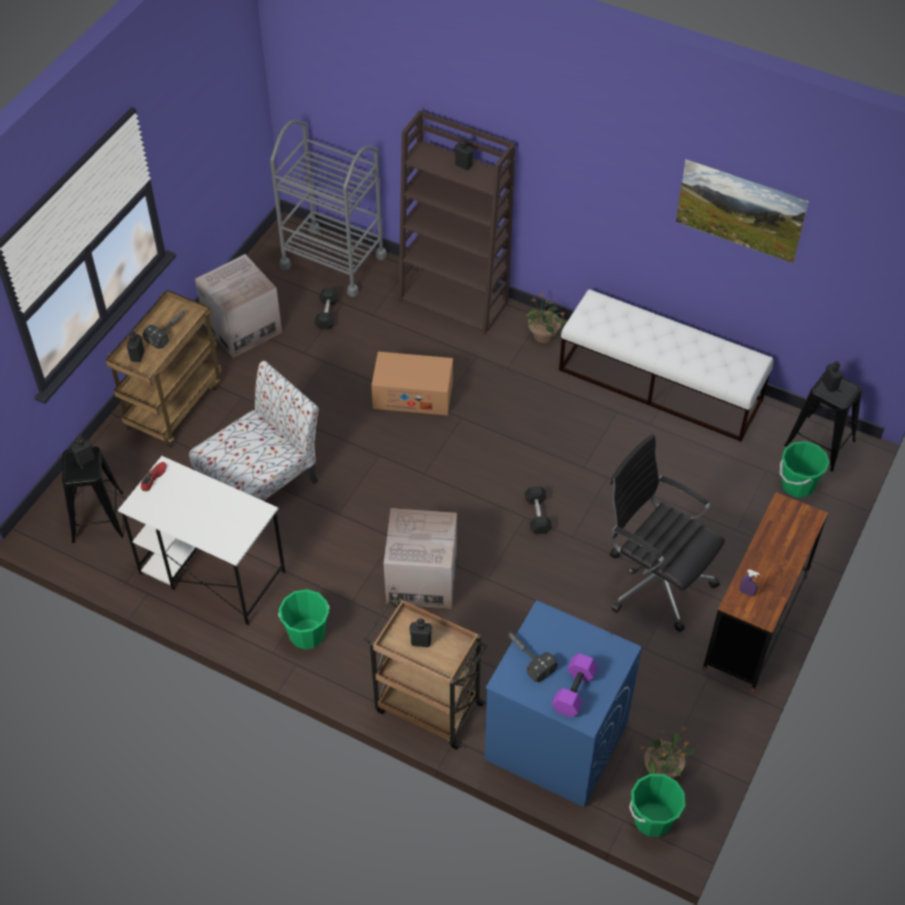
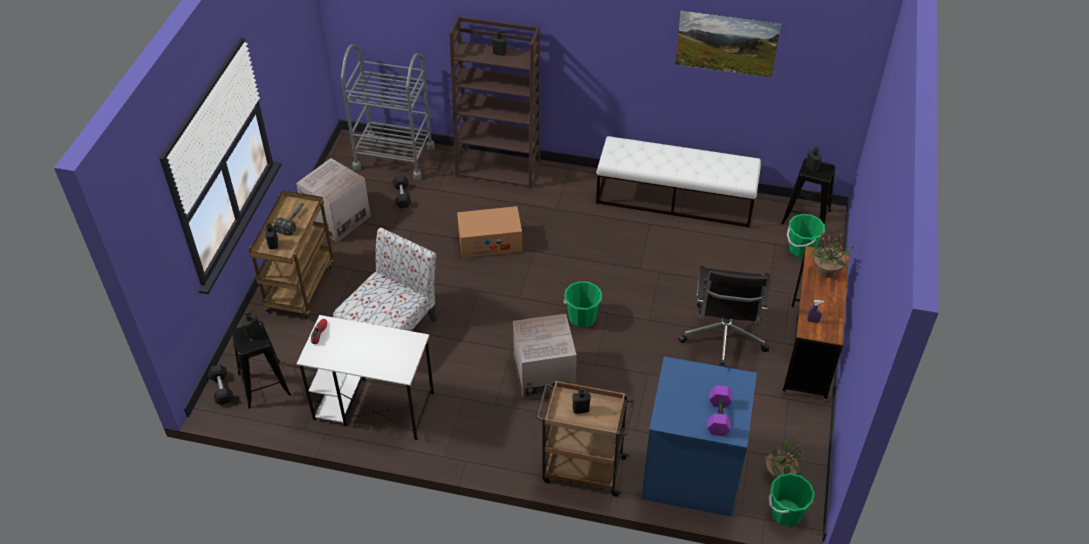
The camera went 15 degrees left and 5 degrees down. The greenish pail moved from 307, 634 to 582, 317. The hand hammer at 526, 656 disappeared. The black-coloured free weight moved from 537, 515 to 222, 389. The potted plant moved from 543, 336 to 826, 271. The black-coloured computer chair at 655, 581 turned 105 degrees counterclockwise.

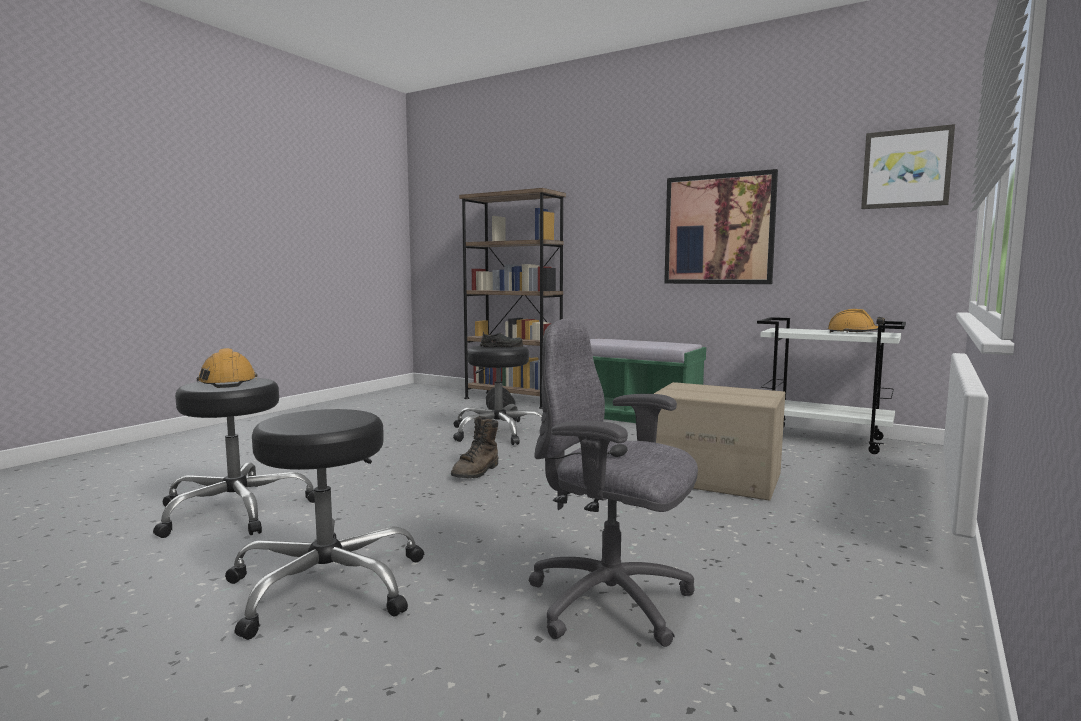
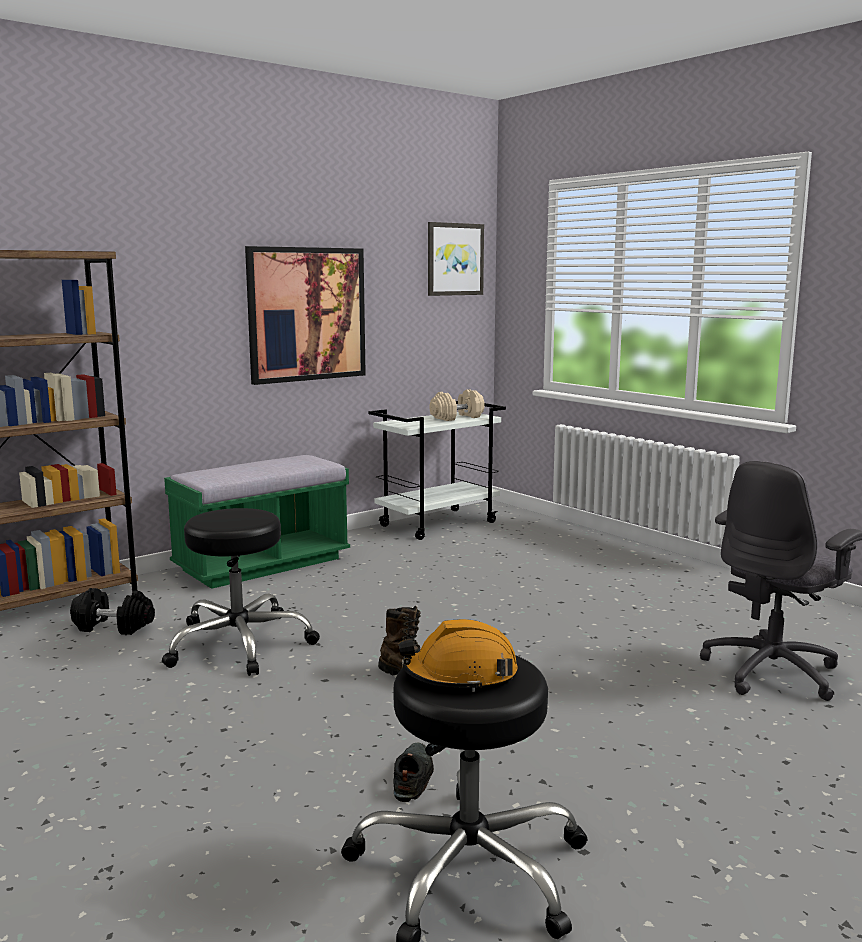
The camera went 70 degrees left and 5 degrees up. The black-coloured stool at 327, 585 disappeared. The black-coloured item of footwear moved from 502, 346 to 412, 777. The cardboard box at 715, 478 disappeared. The orangey hard hat at 854, 333 was replaced by the sand-coloured free weight at 457, 417.

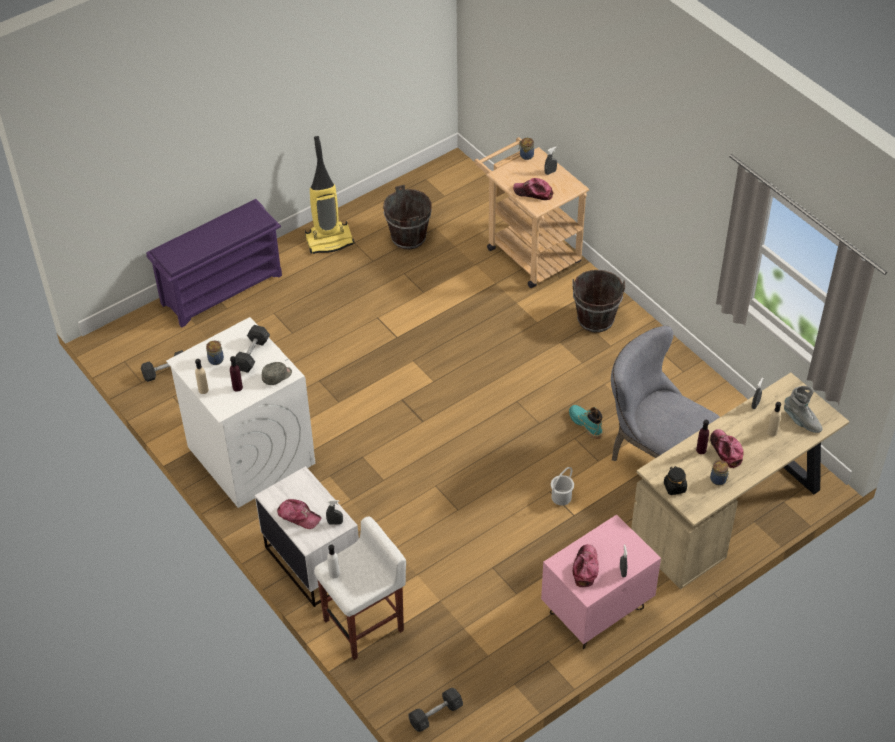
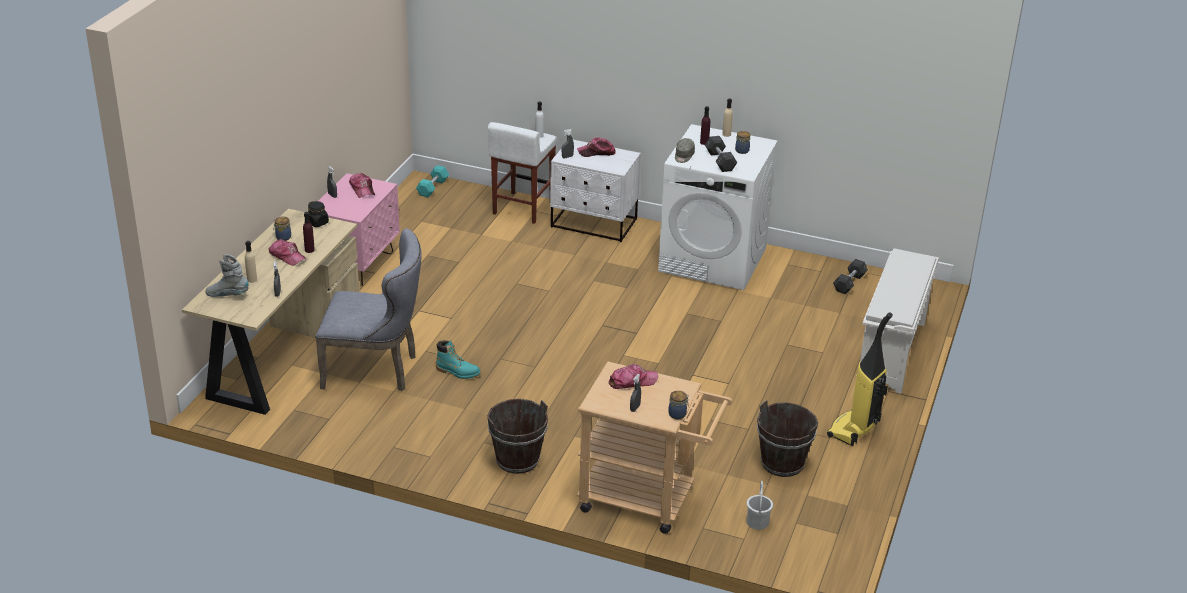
The camera went 145 degrees right and 15 degrees down. The purple shoe shelf at 222, 288 became the white shoe shelf at 892, 353. The greyish free weight at 436, 714 became the turquoise-coloured free weight at 432, 188. The white pail moved from 561, 497 to 757, 522.

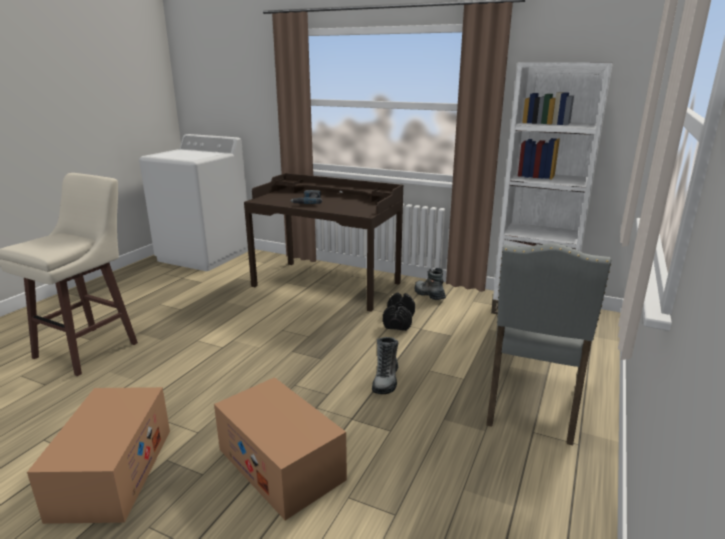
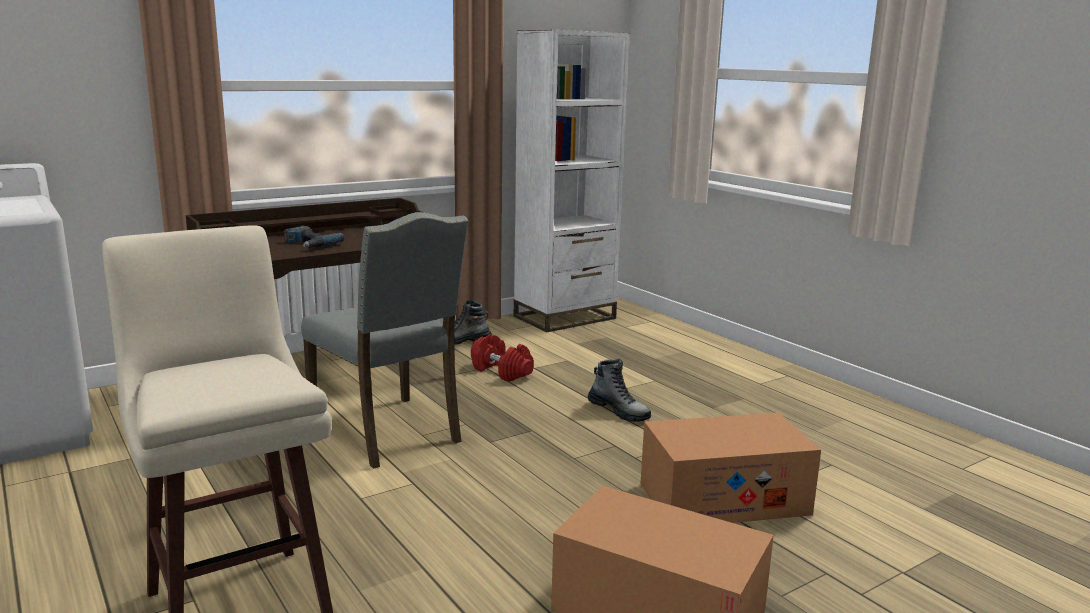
The camera went 60 degrees left and 5 degrees down. The black-coloured free weight at 399, 321 became the reddish free weight at 502, 372. The greyish upright chair moved from 532, 406 to 389, 433.

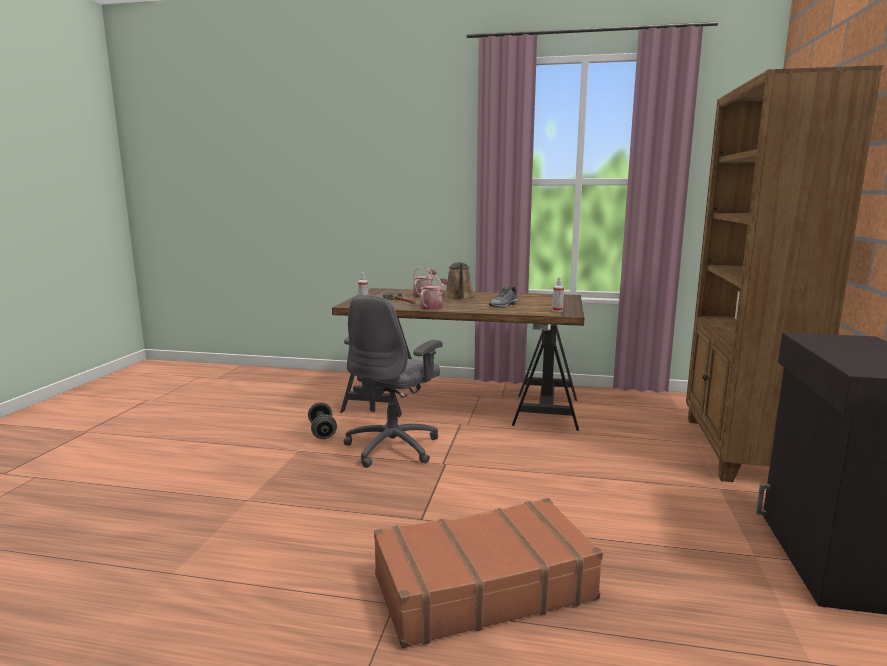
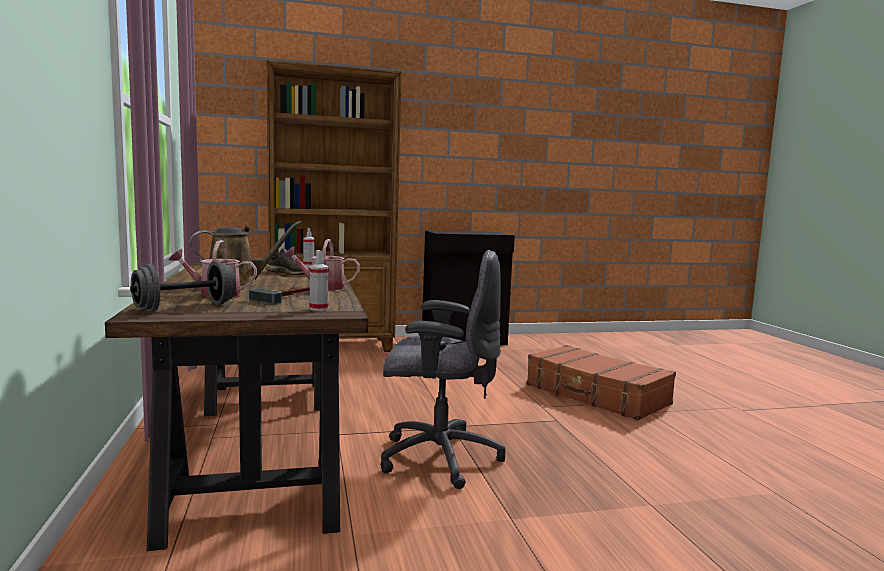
The camera went 115 degrees left and 5 degrees down. The greyish free weight moved from 322, 431 to 185, 307.

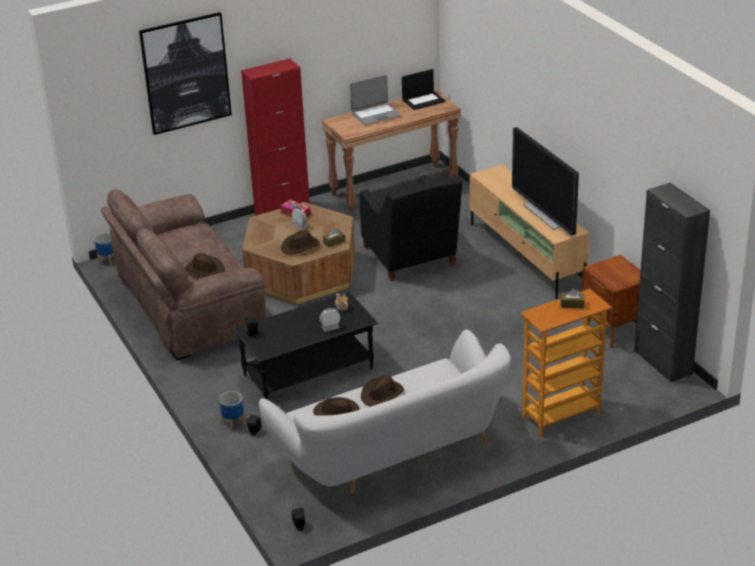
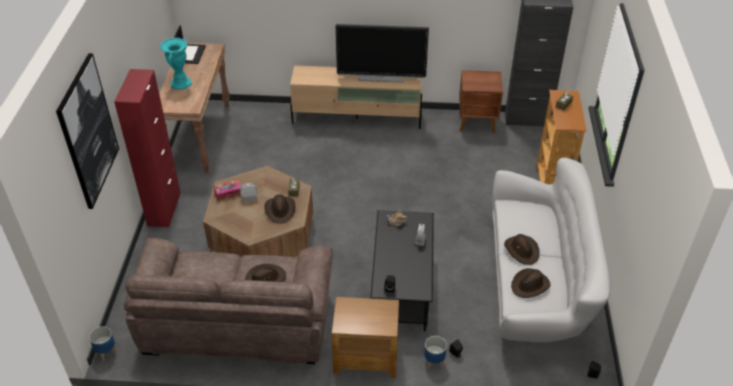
The camera went 60 degrees left and 10 degrees up. The portable computer at 376, 114 was replaced by the turquoise-coloured decorative vase at 181, 83. The black-coloured armchair at 411, 257 disappeared. The brownish end table at 365, 357 appeared.

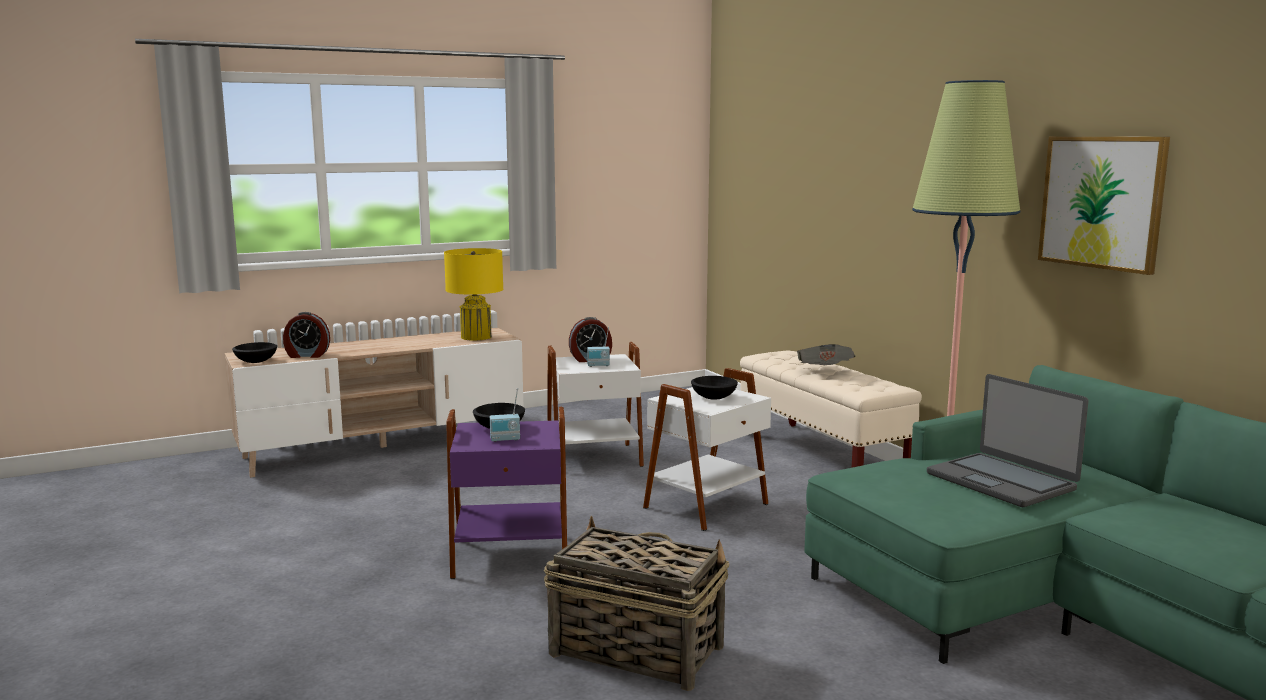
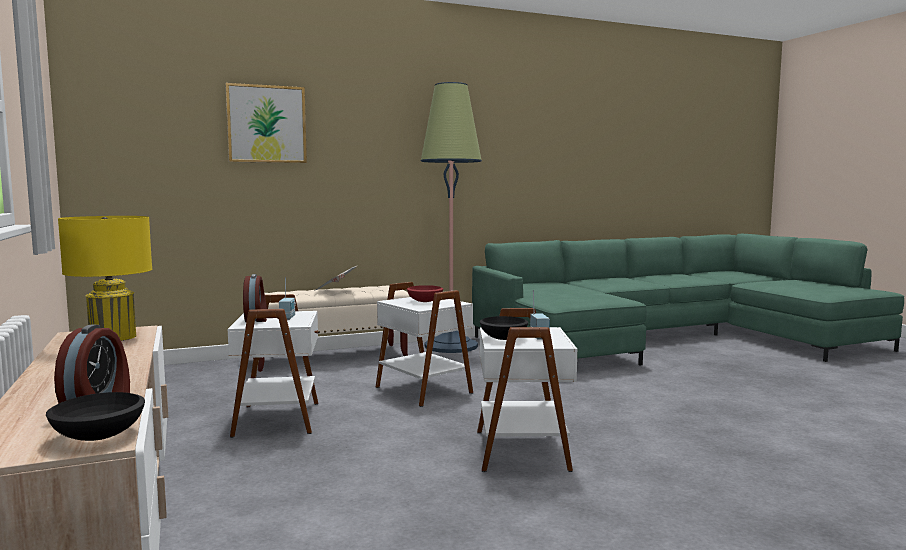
The camera went 85 degrees left and 5 degrees down. The purple end table at 510, 557 became the white end table at 524, 450. The basket at 635, 649 disappeared. The black-coloured bowl at 714, 398 became the reddish bowl at 425, 301. The portable computer at 1001, 481 disappeared. The picture moved from 1102, 202 to 266, 124.

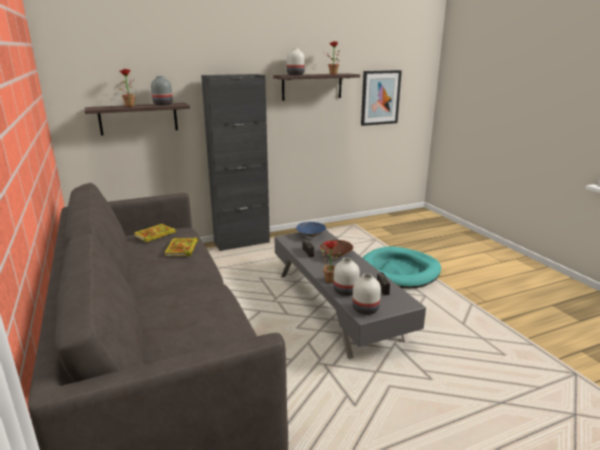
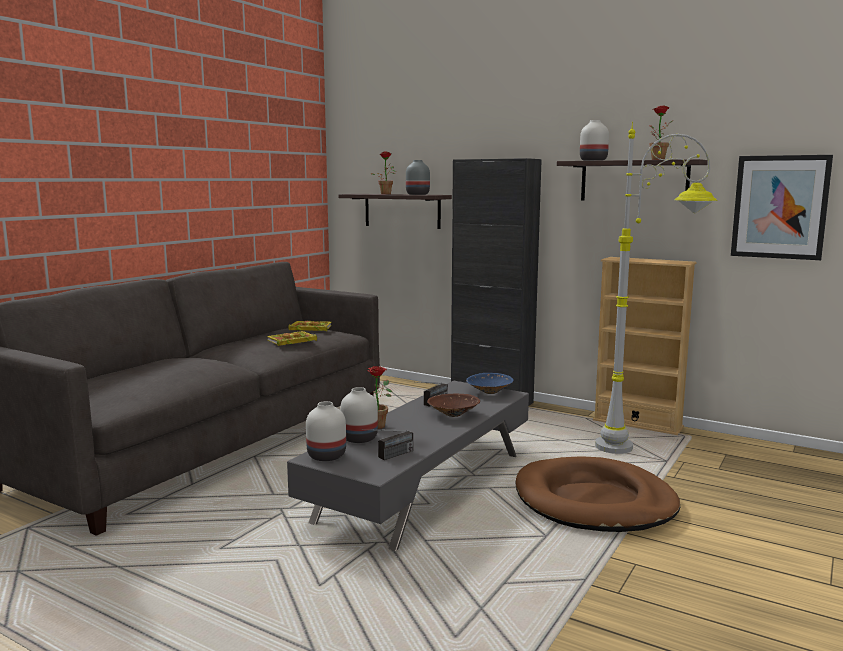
The camera went 55 degrees right and 10 degrees down. The turquoise-coloured pet bed at 399, 271 became the brownish pet bed at 594, 501. The sand-coloured shelving unit at 637, 424 appeared. The greyish floor lamp at 646, 448 appeared.

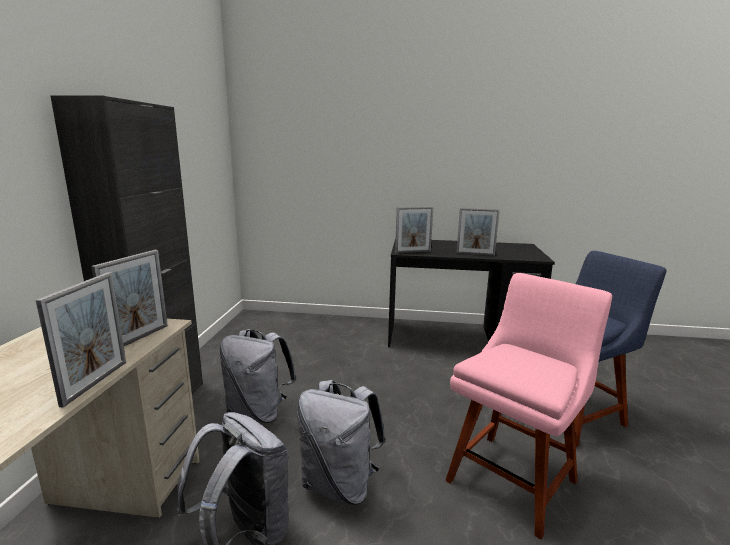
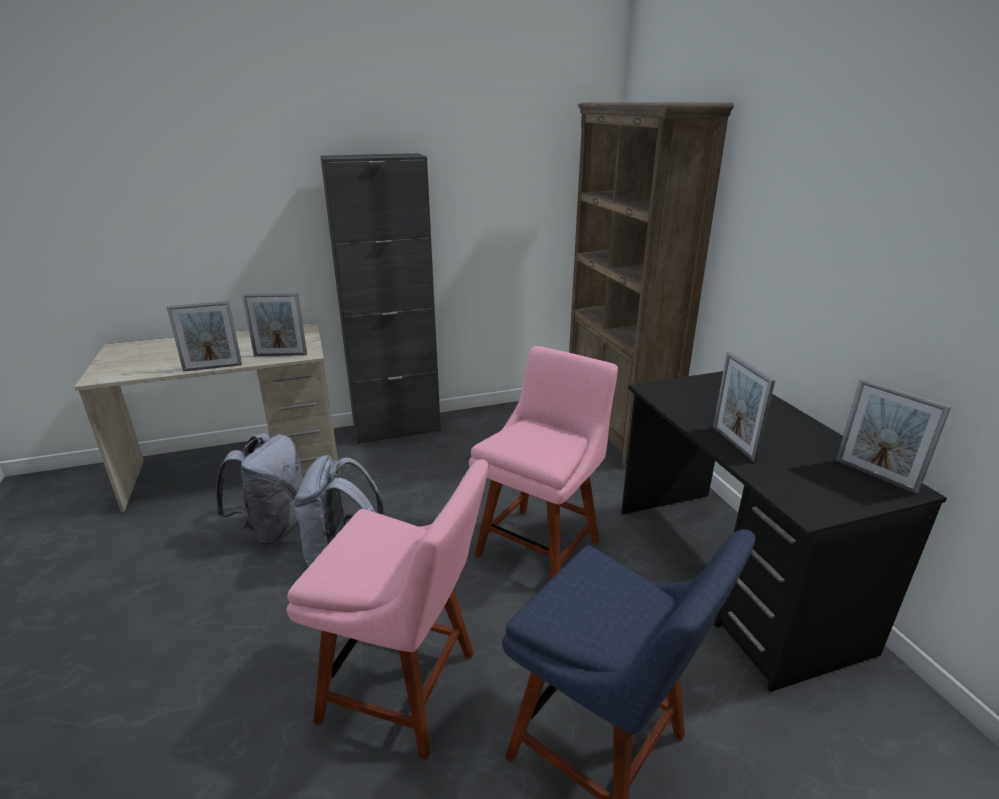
The camera went 65 degrees right and 10 degrees up. The greyish rucksack at 258, 412 disappeared. The picture frame moved from 413, 252 to 875, 476. The pinkish upright chair at 541, 544 appeared. The brownish shelving unit at 616, 430 appeared.

